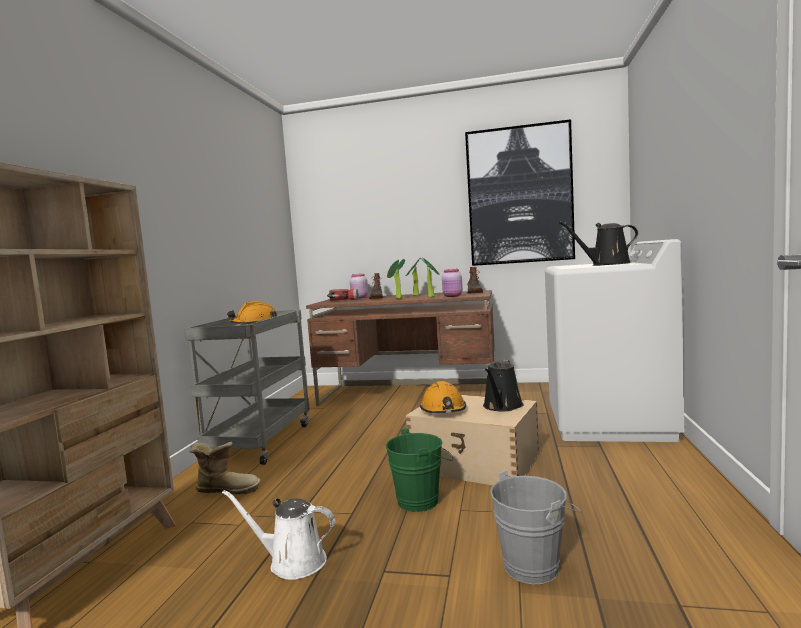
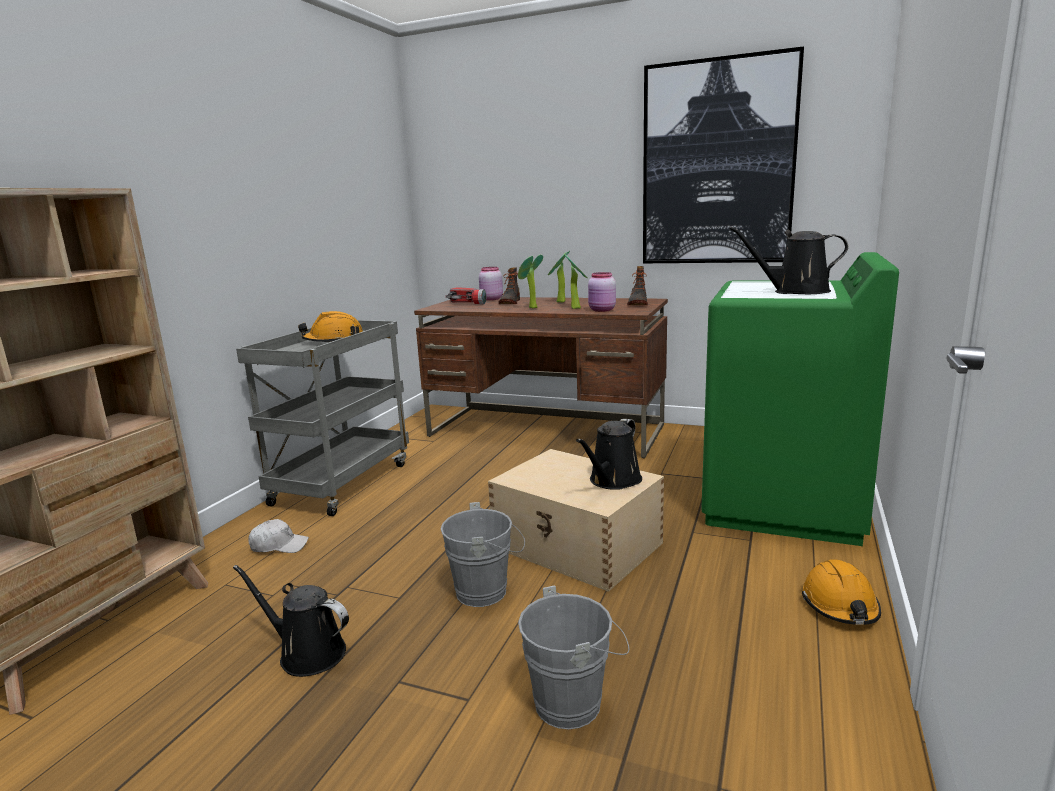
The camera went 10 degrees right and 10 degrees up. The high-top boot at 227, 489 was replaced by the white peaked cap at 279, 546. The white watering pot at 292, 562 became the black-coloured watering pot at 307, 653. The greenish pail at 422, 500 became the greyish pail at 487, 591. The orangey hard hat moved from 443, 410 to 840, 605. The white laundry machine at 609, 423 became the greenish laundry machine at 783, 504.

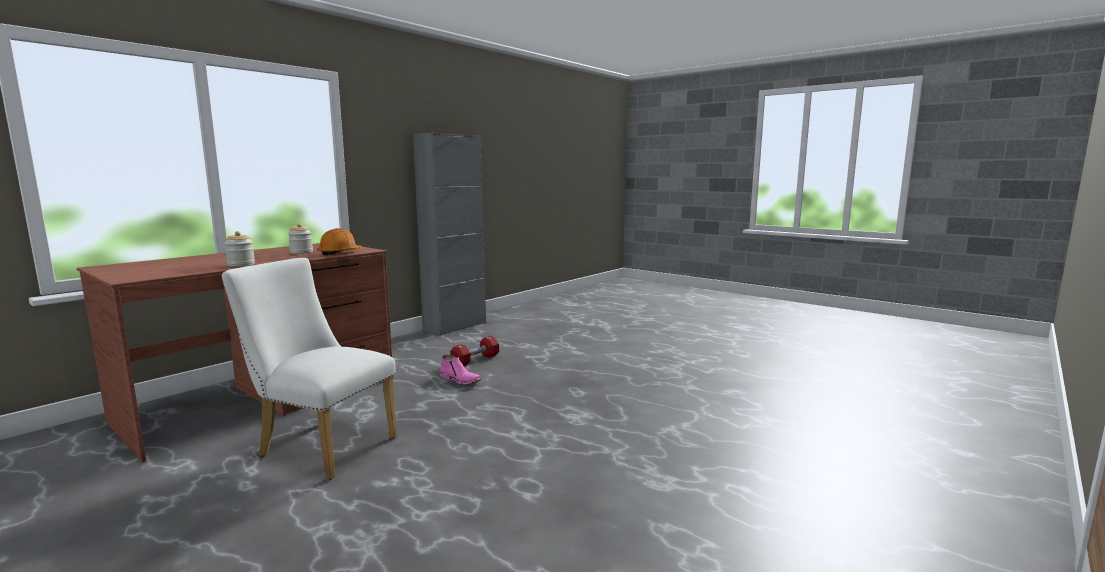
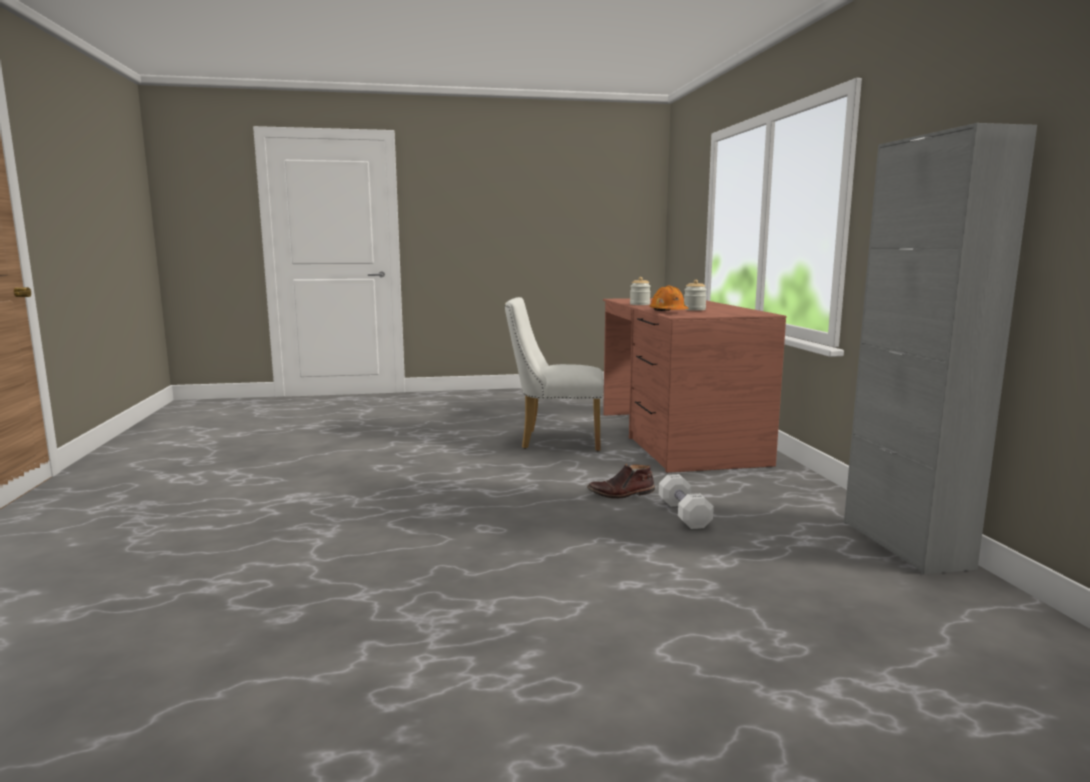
The camera went 130 degrees right and 0 degrees up. The white upright chair at 321, 445 turned 150 degrees counterclockwise. The pinkish high-top boot at 461, 380 became the brownish high-top boot at 621, 494. The reddish free weight at 475, 360 became the white free weight at 684, 514.

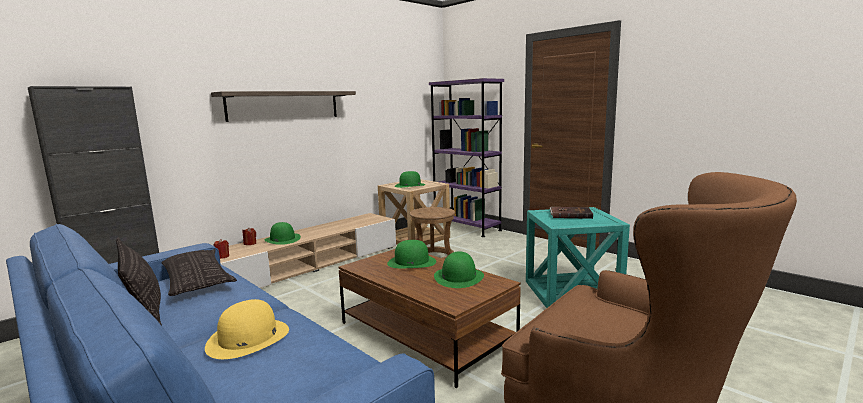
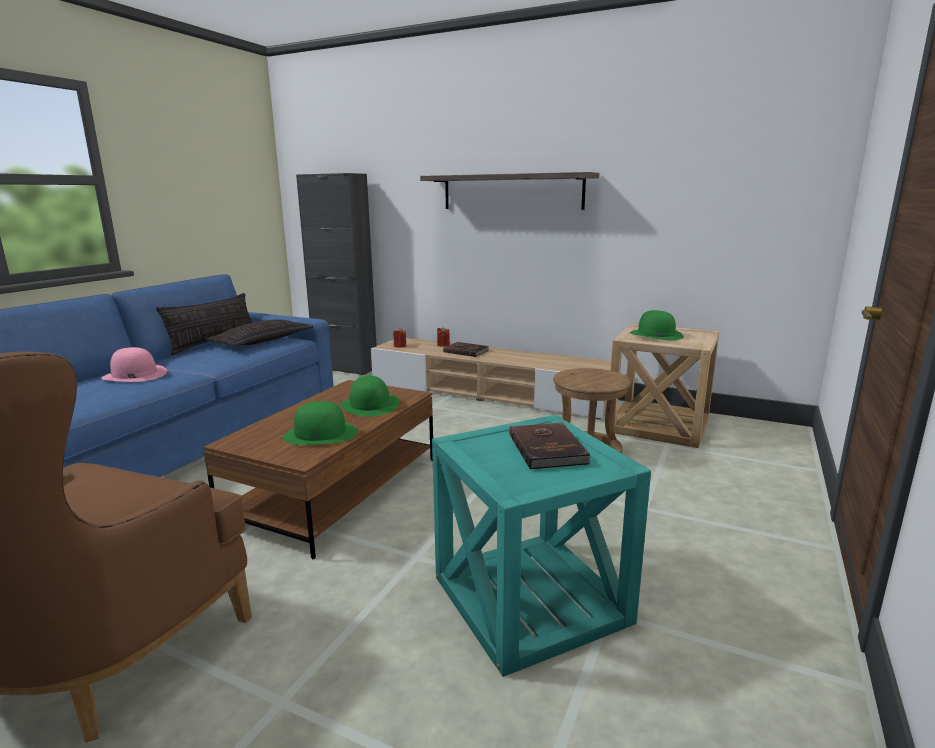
The camera went 70 degrees right and 5 degrees up. The yellow clothing hat at 248, 338 became the pinkish clothing hat at 134, 375. The greenish clothing hat at 282, 239 was replaced by the brownish bound book at 466, 351. The purple shelving unit at 466, 227 disappeared.

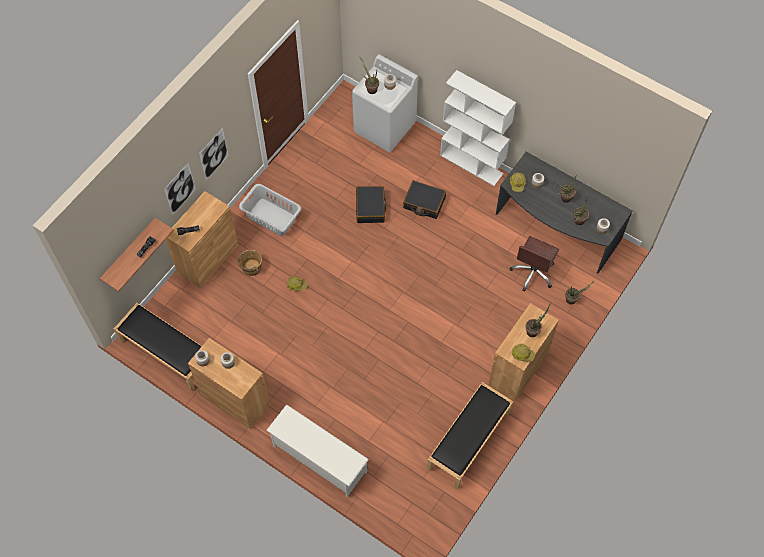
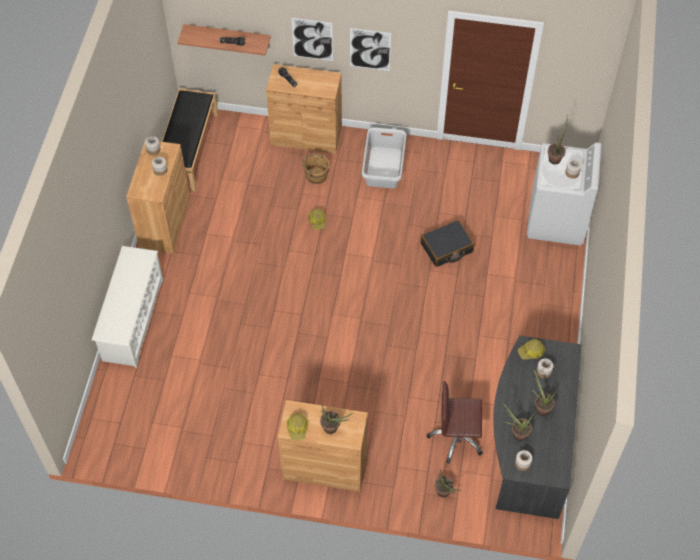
The camera went 65 degrees right and 5 degrees down. The black-coloured piece of luggage at 424, 203 disappeared. The black-coloured bench at 469, 441 disappeared. The white shelving unit at 472, 164 disappeared.

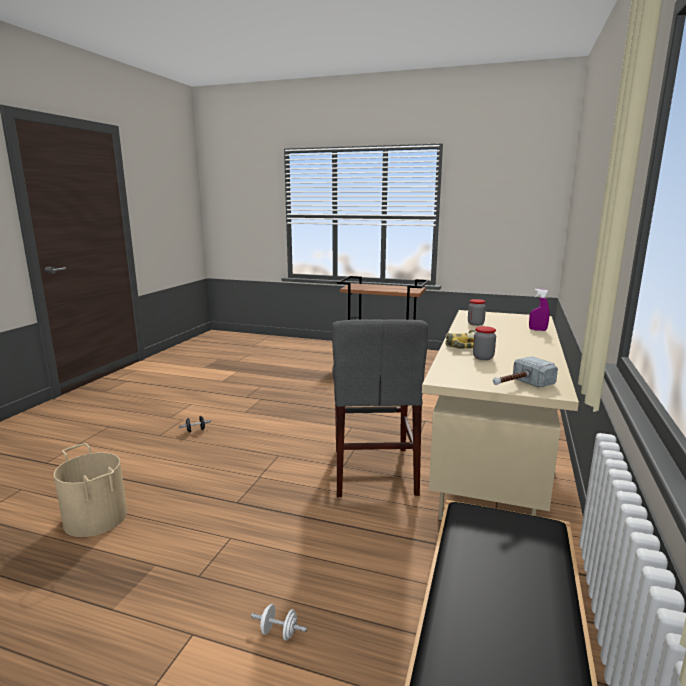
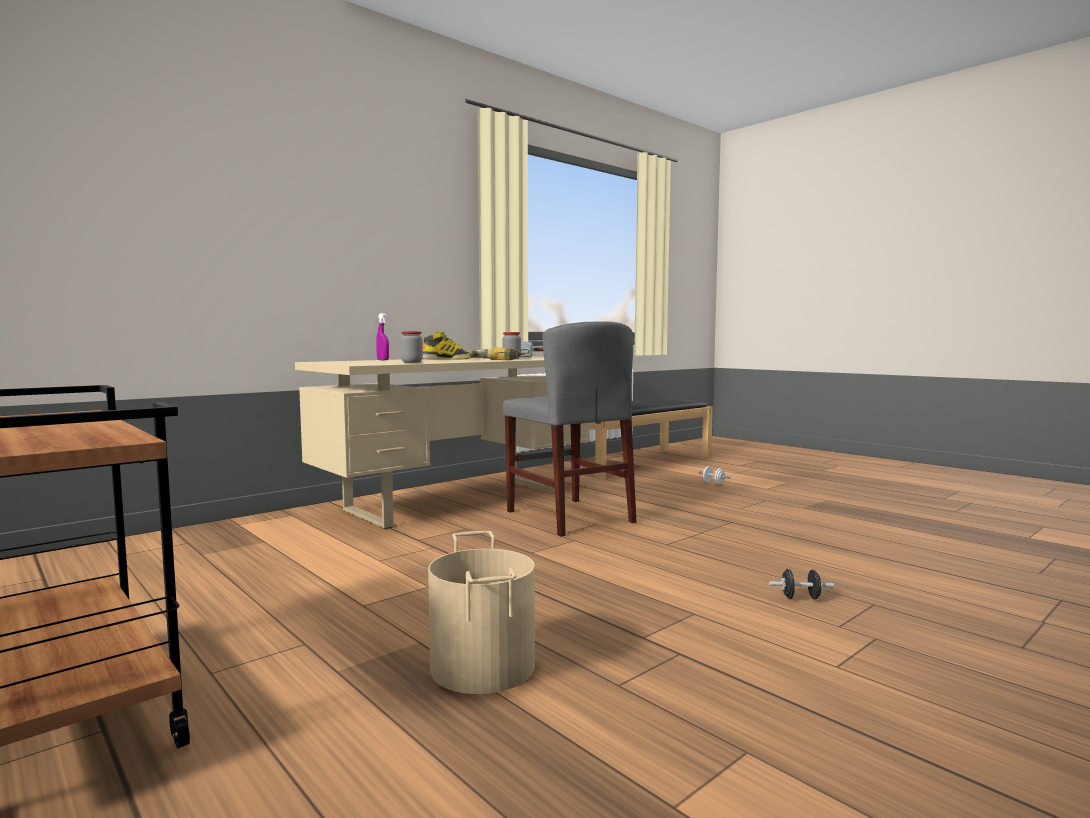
The camera went 150 degrees left and 10 degrees down. The sand-coloured pail moved from 95, 518 to 484, 666. The greyish upright chair at 373, 471 turned 120 degrees clockwise. The high-top boot at 448, 359 appeared.

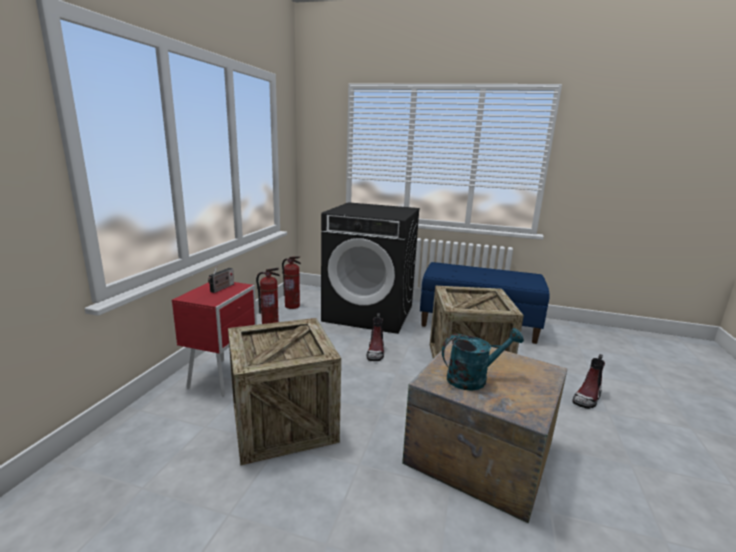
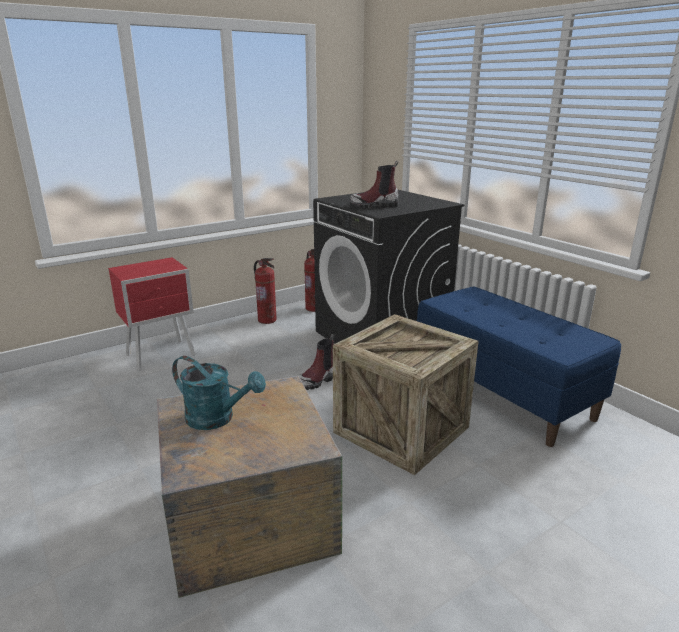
The camera went 40 degrees right and 5 degrees up. The radio at 221, 288 disappeared. The shipping crate at 283, 422 disappeared. The high-top boot moved from 587, 398 to 374, 206.

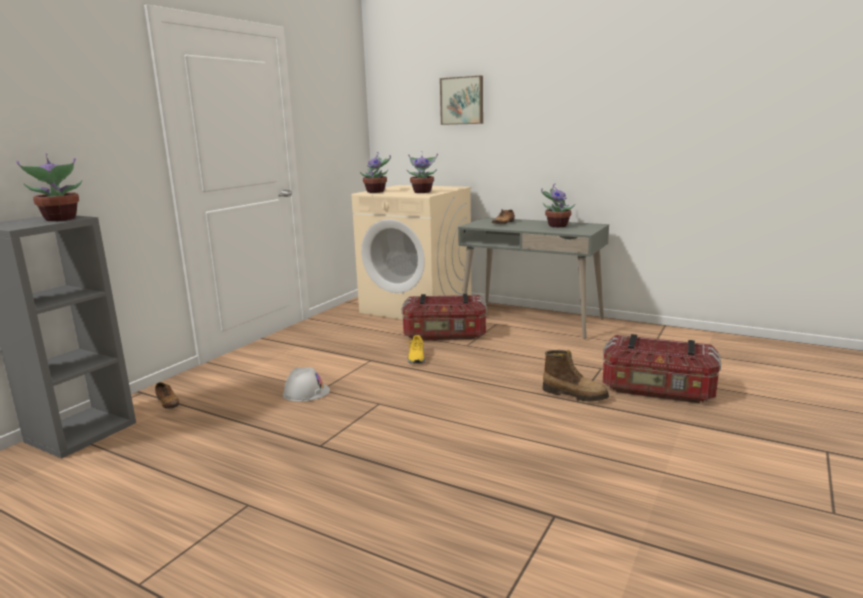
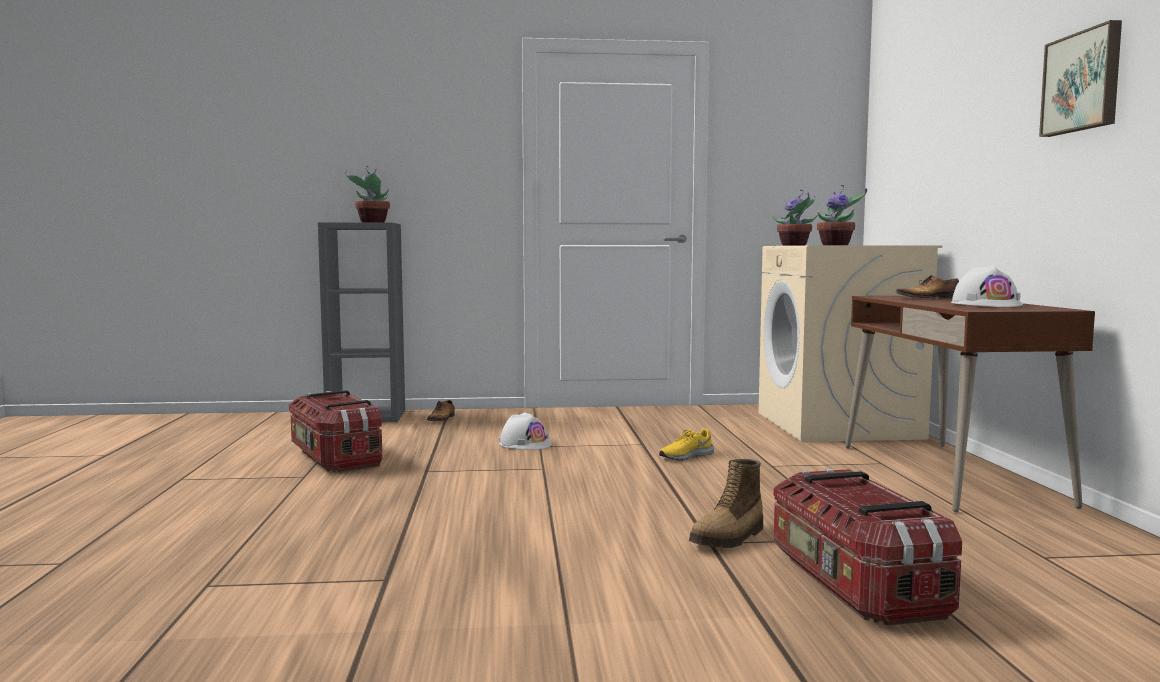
The camera went 55 degrees right and 10 degrees down. The storage box moved from 445, 335 to 335, 458. The picture moved from 462, 100 to 1083, 82. The greyish desk table at 531, 320 became the brownish desk table at 949, 474. The potted plant at 556, 226 was replaced by the white hard hat at 986, 304. The high-top boot at 575, 395 turned 45 degrees clockwise.

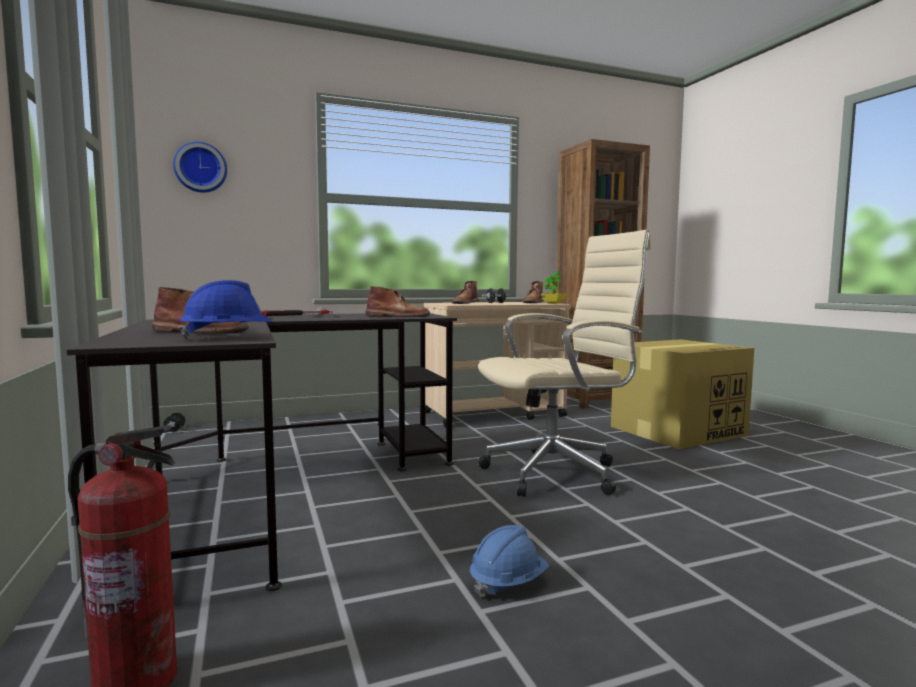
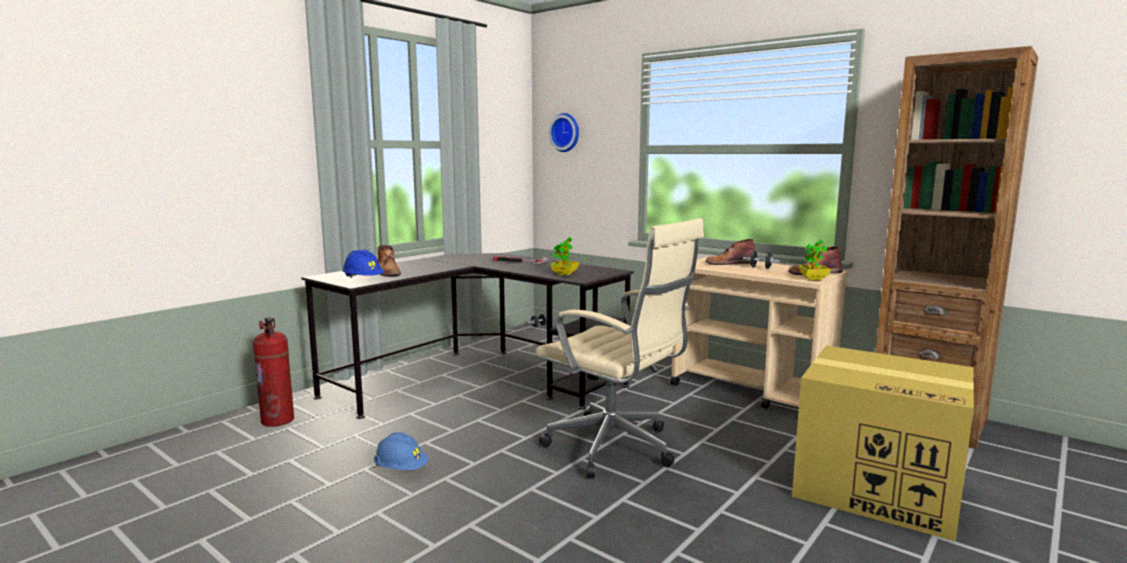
The camera went 60 degrees right and 5 degrees up. The brownish high-top boot at 398, 316 was replaced by the potted plant at 564, 274.

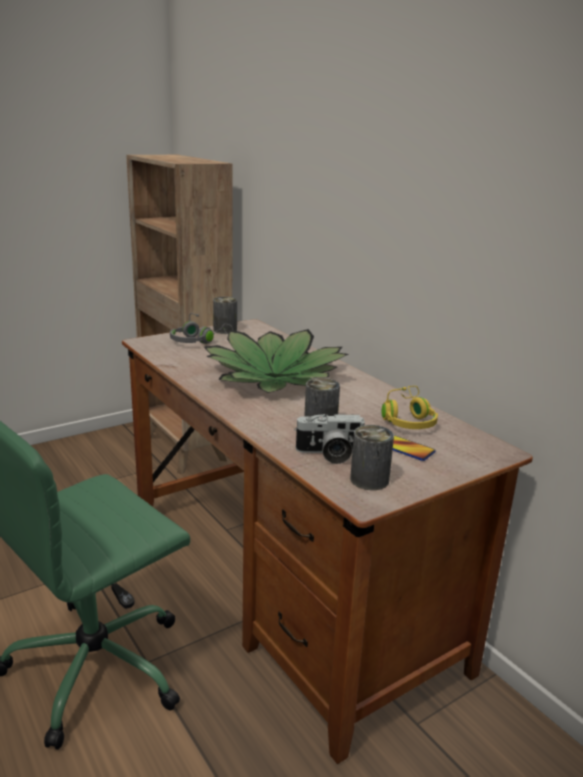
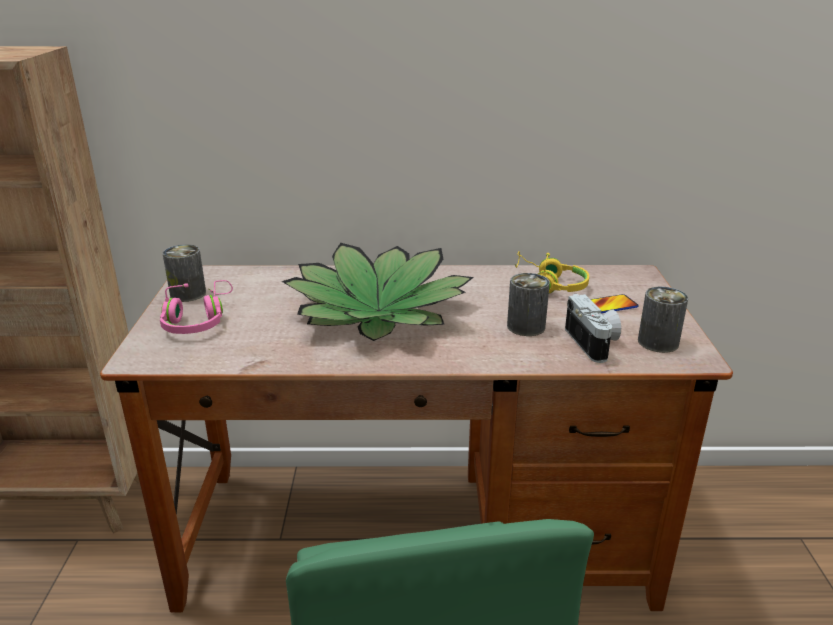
The camera went 55 degrees left and 5 degrees up. The greyish headphones at 198, 341 became the pinkish headphones at 198, 320. The photo camera at 329, 454 turned 45 degrees counterclockwise.

